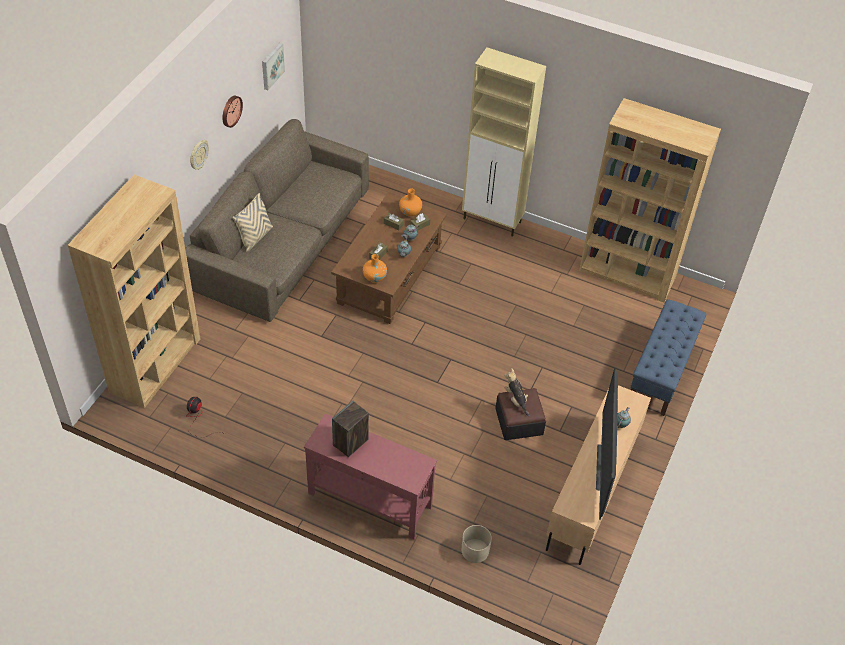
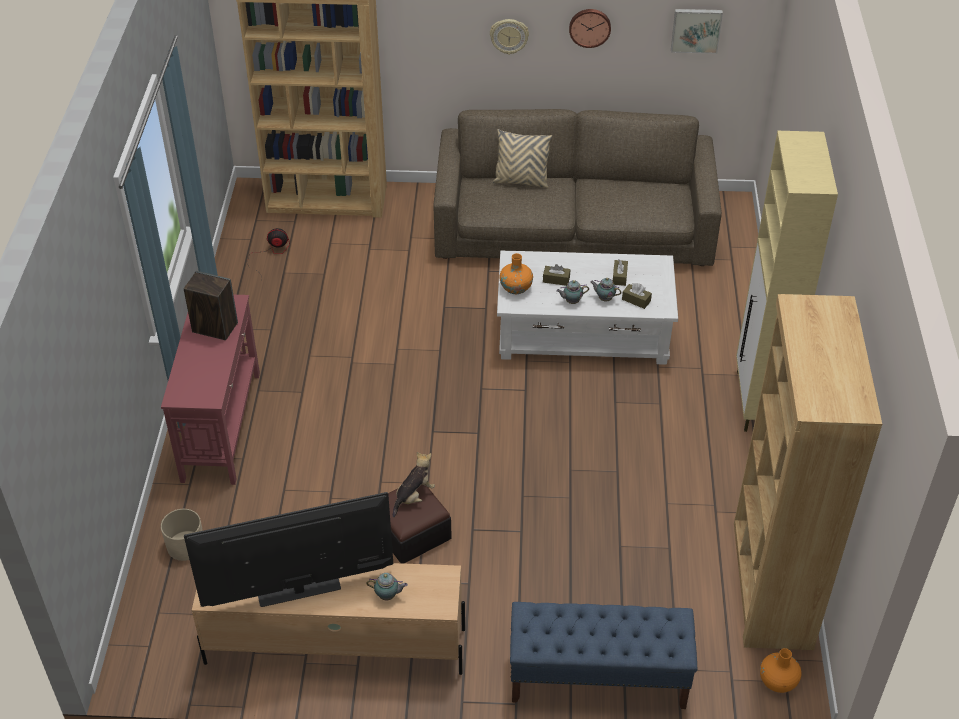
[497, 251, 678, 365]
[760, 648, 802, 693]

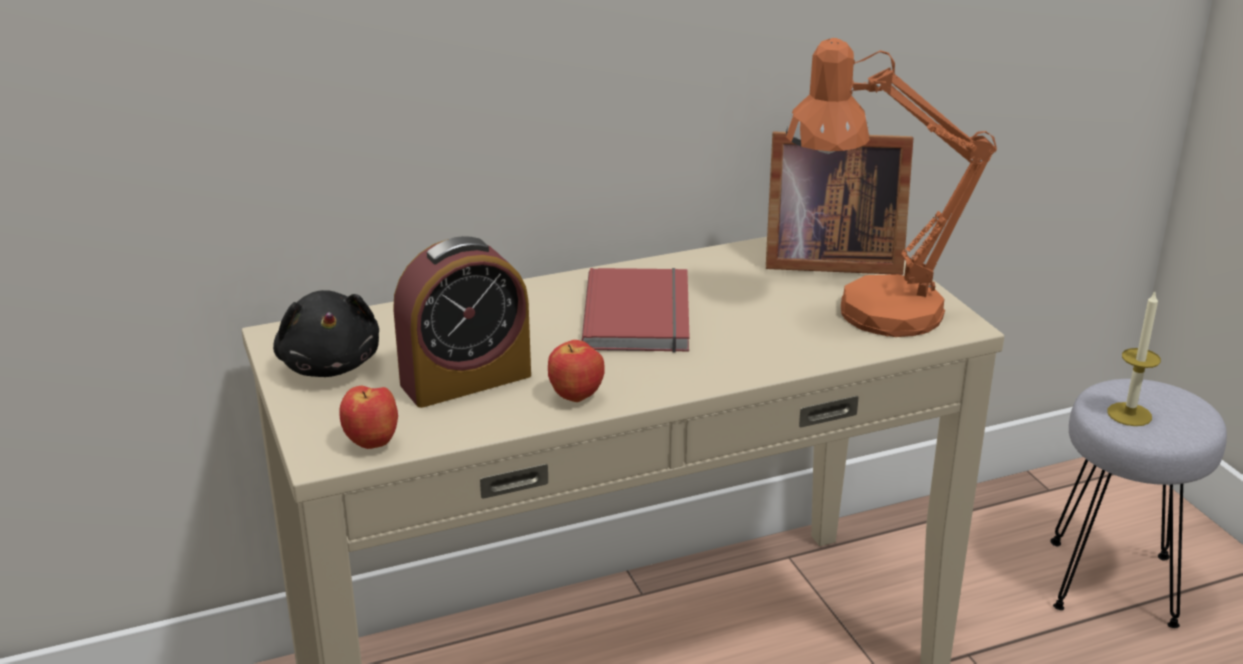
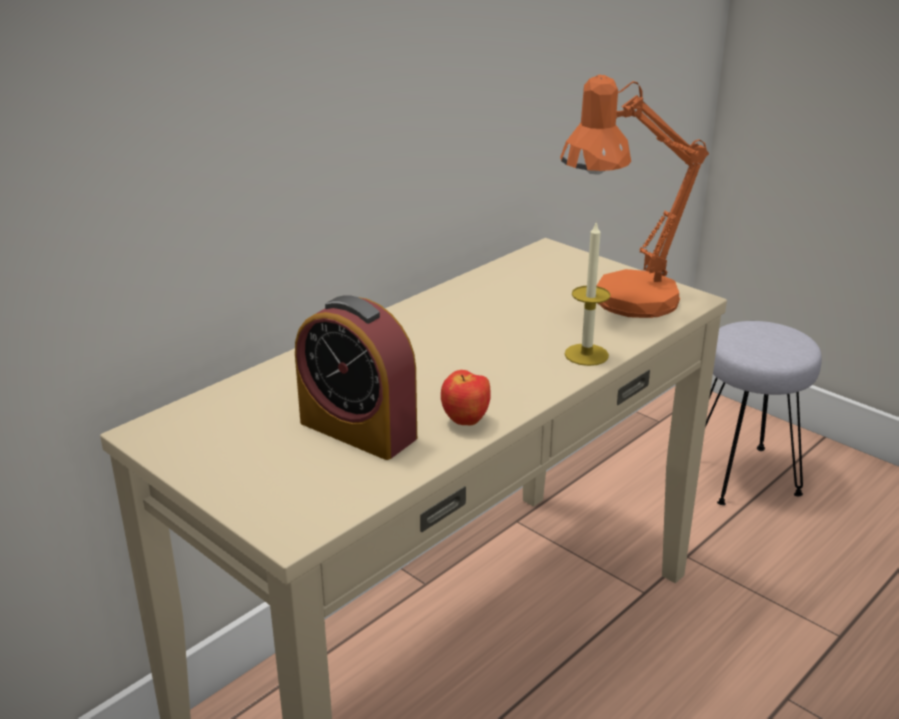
[273, 290, 379, 377] (first image)
[339, 386, 398, 449] (first image)
[295, 295, 417, 460]
[582, 268, 690, 352] (first image)
[766, 131, 913, 275] (first image)
[564, 221, 610, 366]

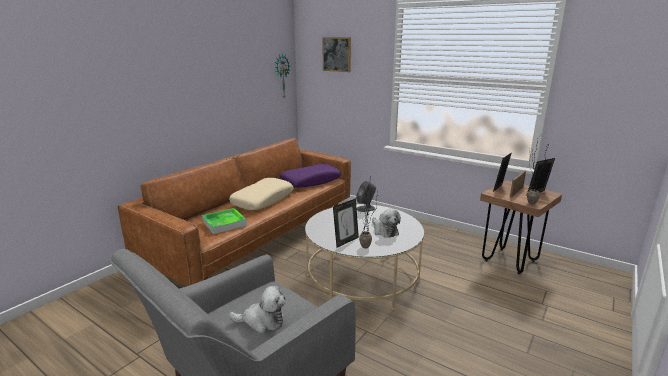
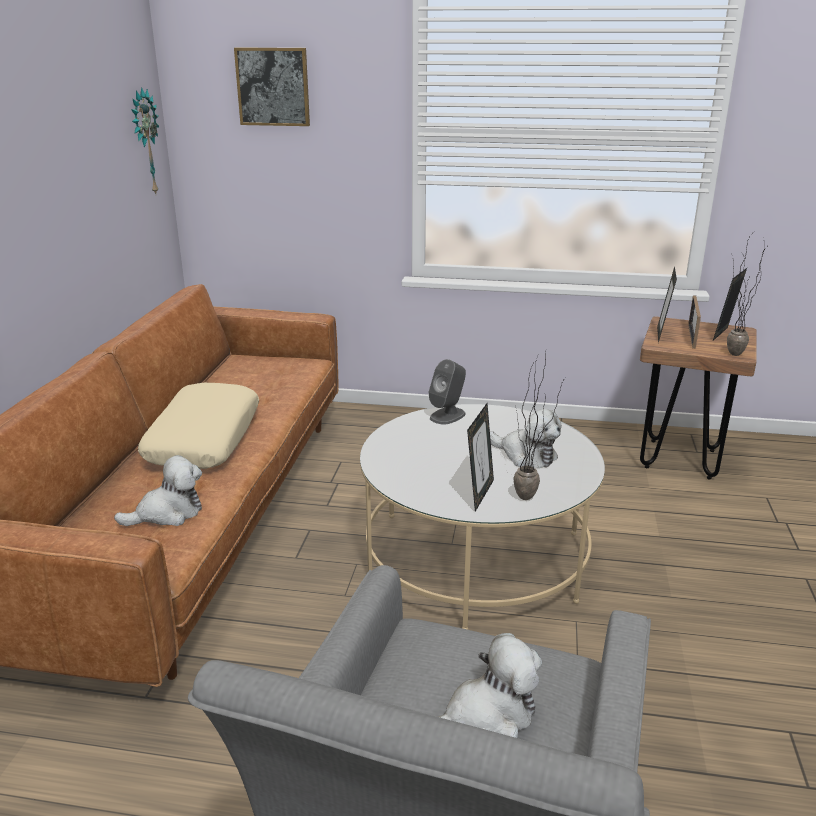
[114, 455, 202, 526]
[280, 163, 341, 188] (first image)

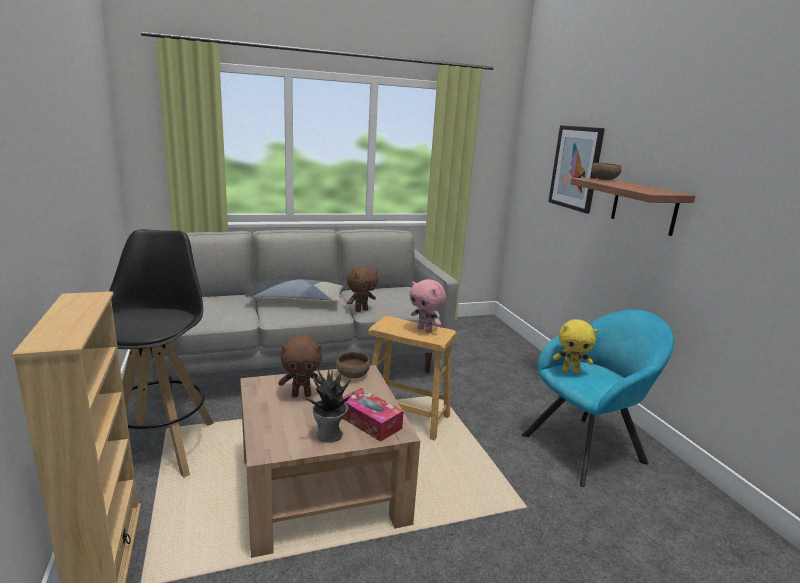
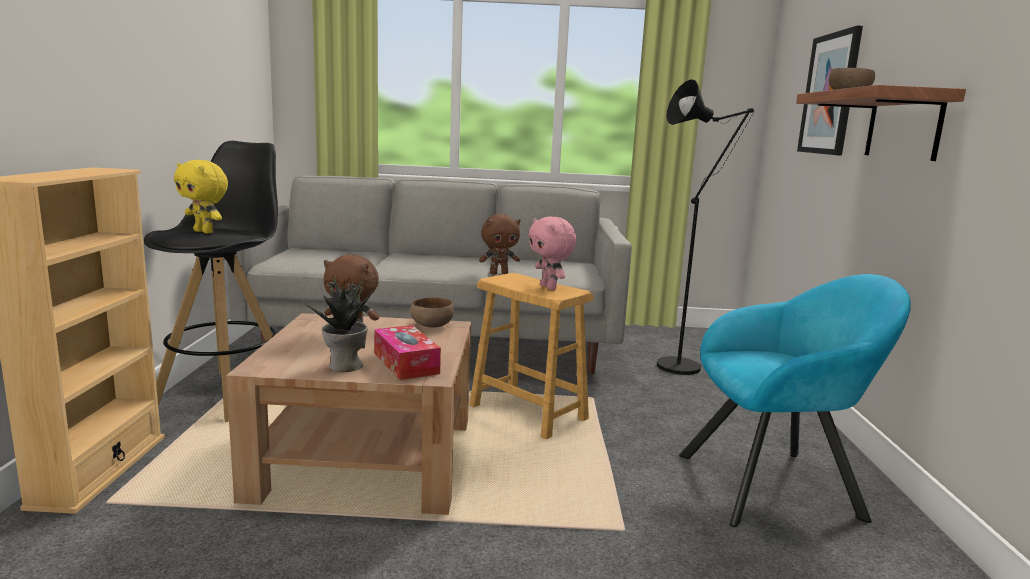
[245, 279, 343, 304] (first image)
[174, 160, 228, 233]
[657, 79, 754, 375]

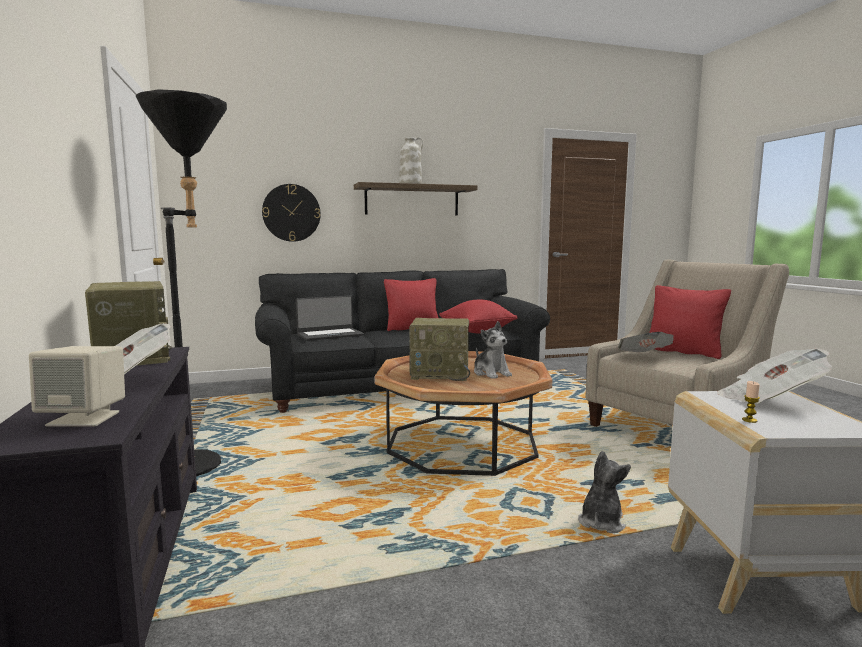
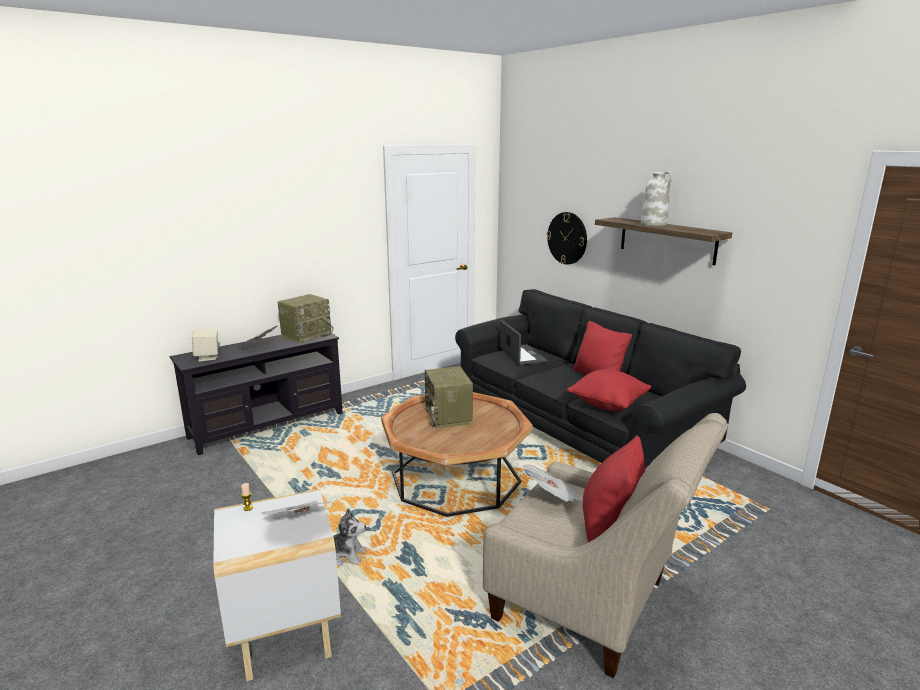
[136, 89, 227, 476] (first image)
[499, 320, 548, 365]
[474, 321, 512, 379] (first image)

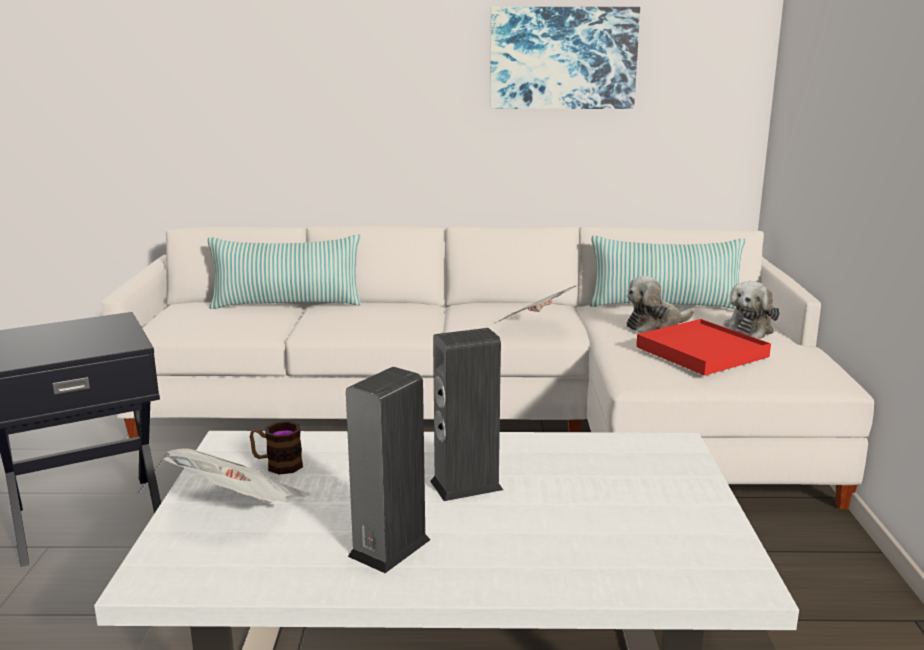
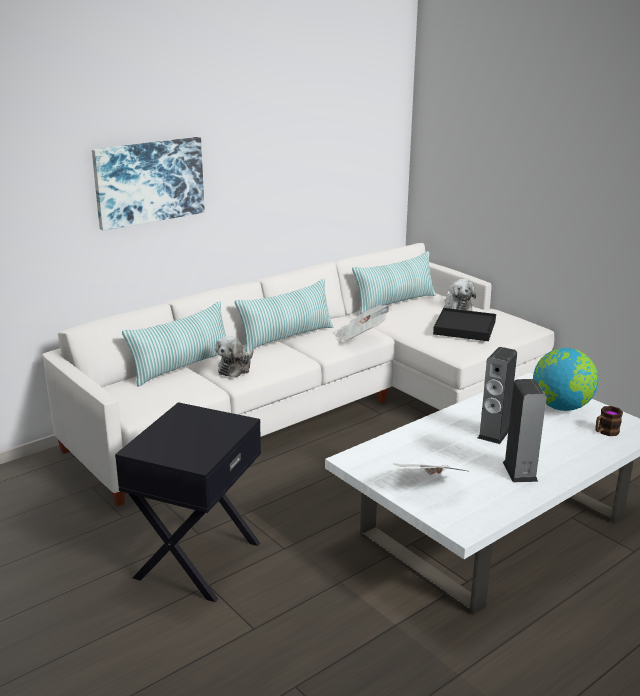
[595, 406, 623, 436]
[92, 137, 205, 231]
[215, 336, 254, 378]
[433, 308, 496, 341]
[235, 279, 333, 352]
[533, 348, 598, 411]

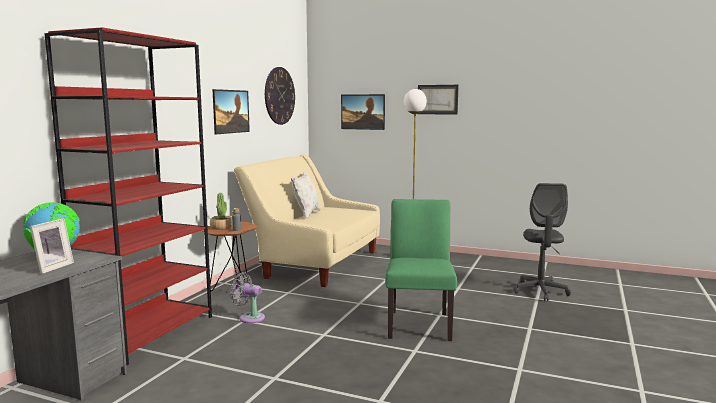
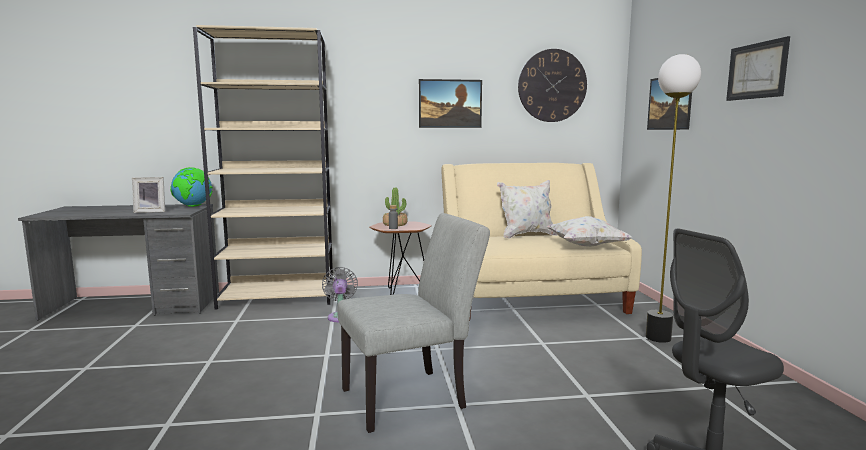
[193, 25, 333, 310]
[338, 213, 490, 433]
[547, 216, 632, 247]

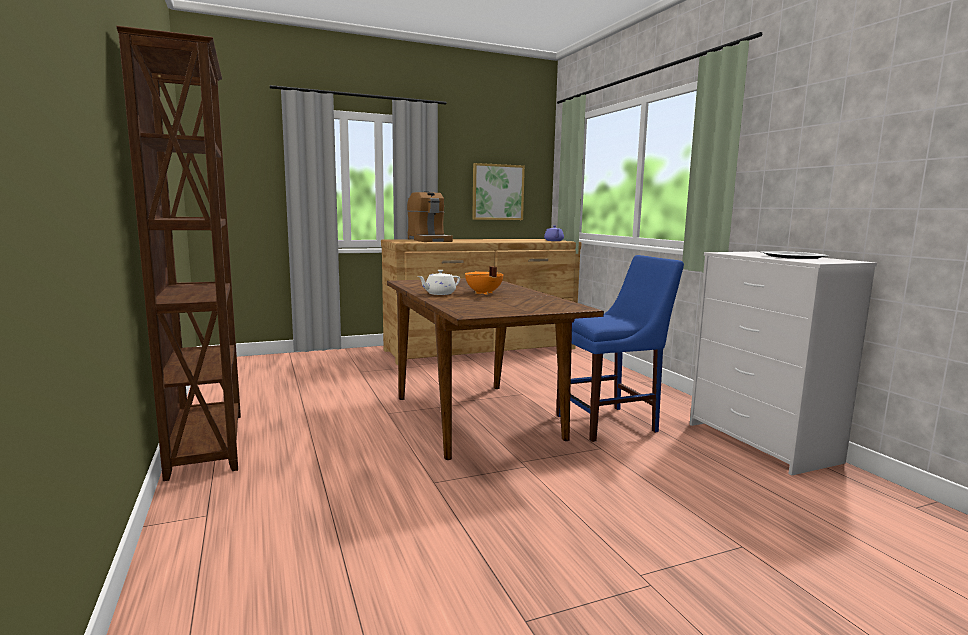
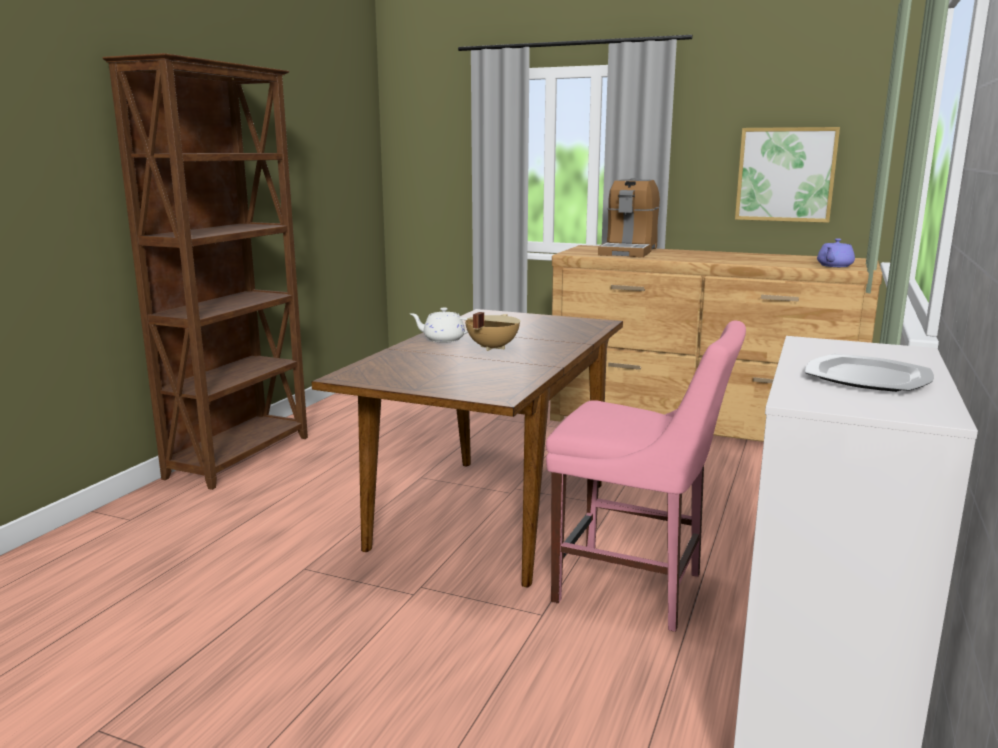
[465, 312, 520, 351]
[546, 321, 746, 632]

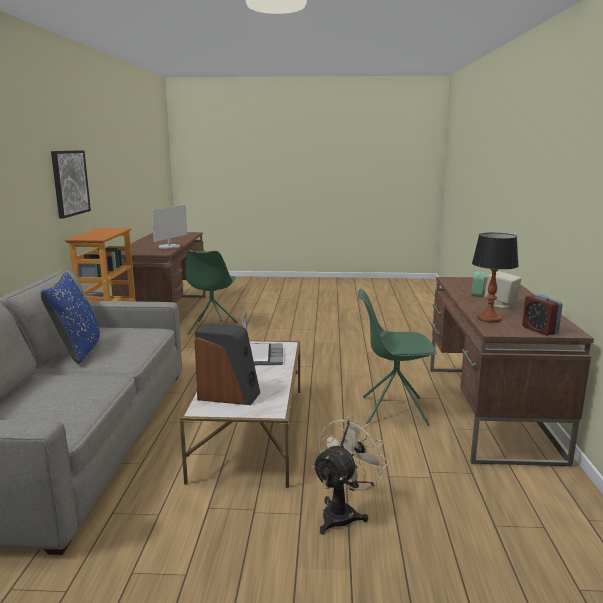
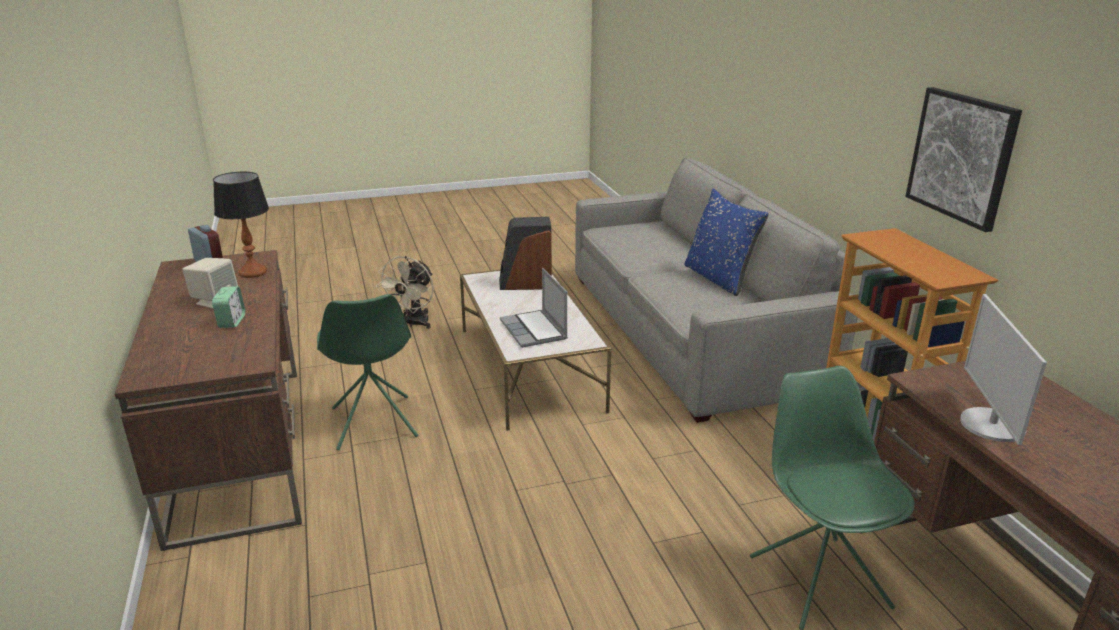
[317, 294, 418, 450]

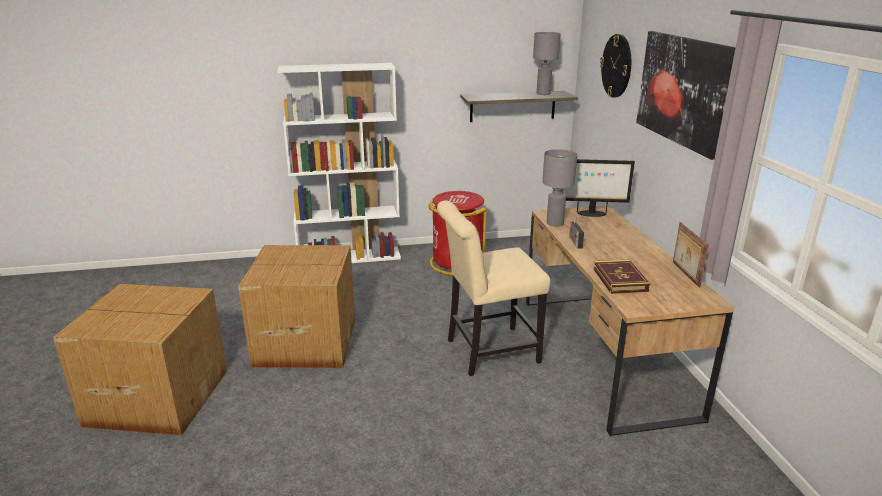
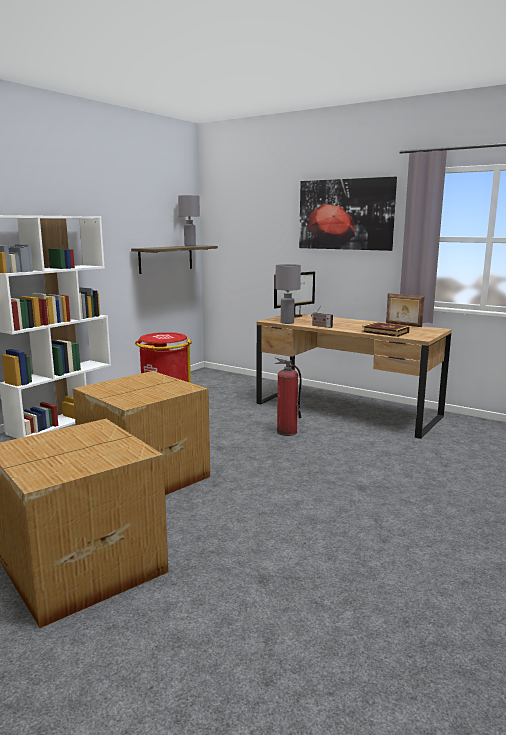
[274, 356, 302, 436]
[600, 34, 631, 98] (first image)

